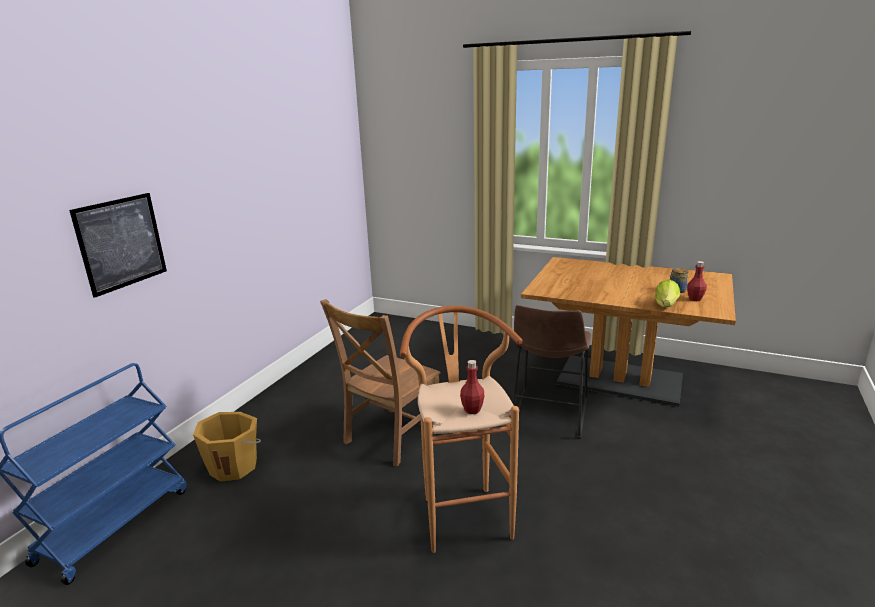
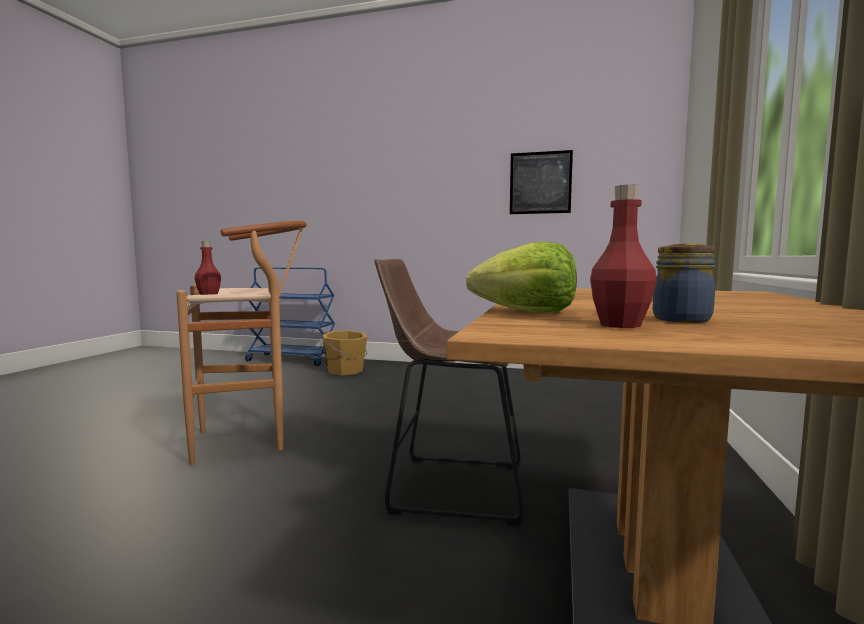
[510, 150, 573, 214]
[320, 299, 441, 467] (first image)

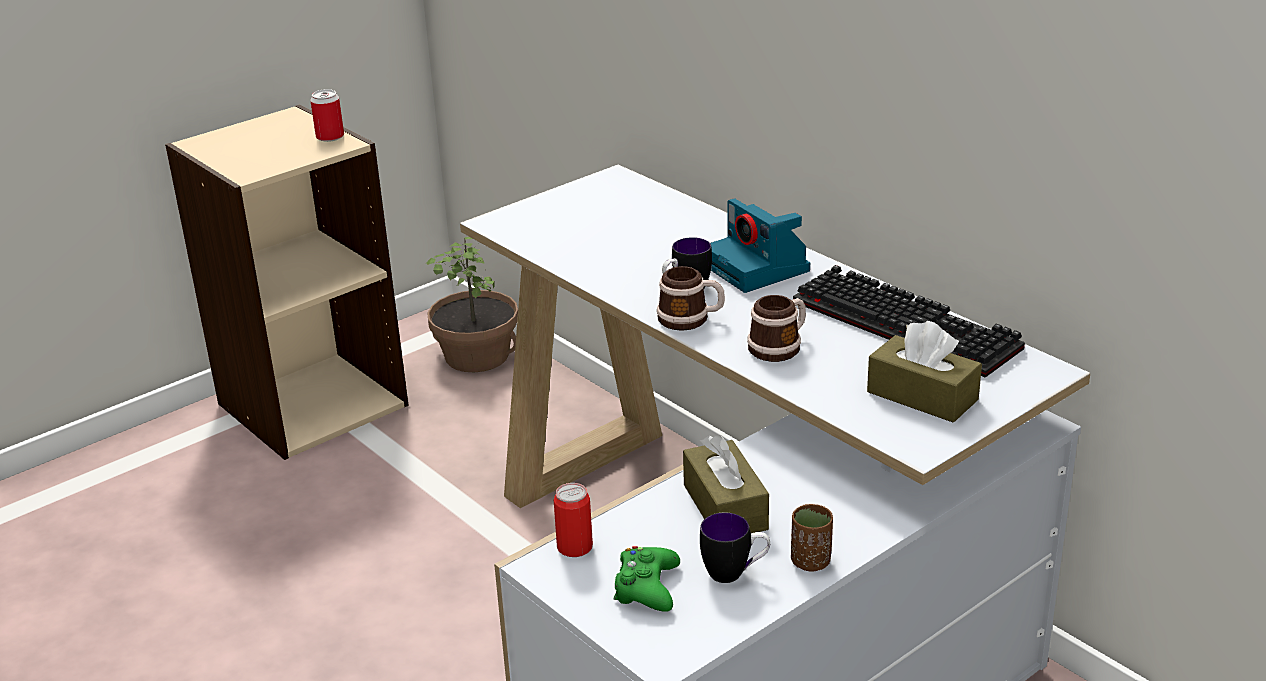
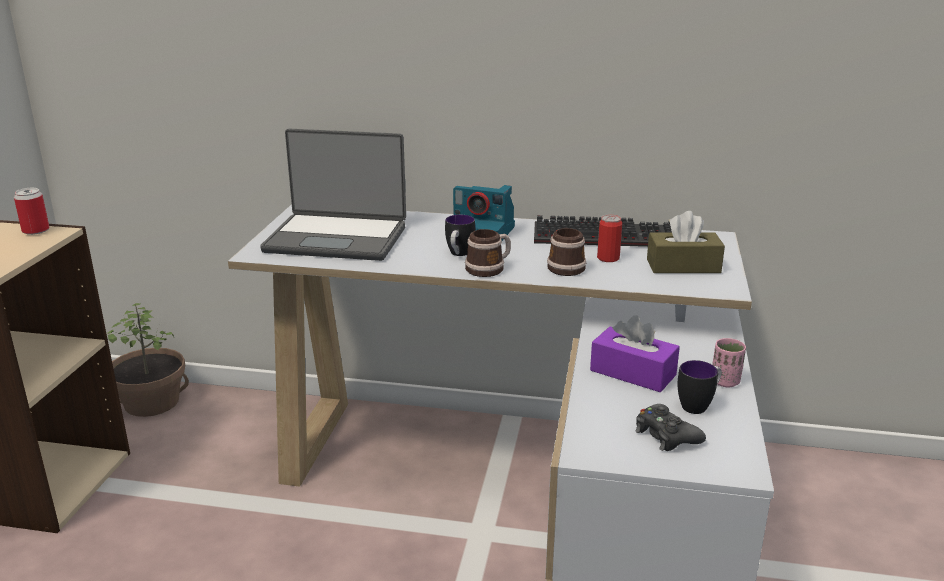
[597, 215, 622, 262]
[635, 404, 706, 451]
[590, 315, 680, 392]
[712, 338, 746, 387]
[260, 129, 406, 261]

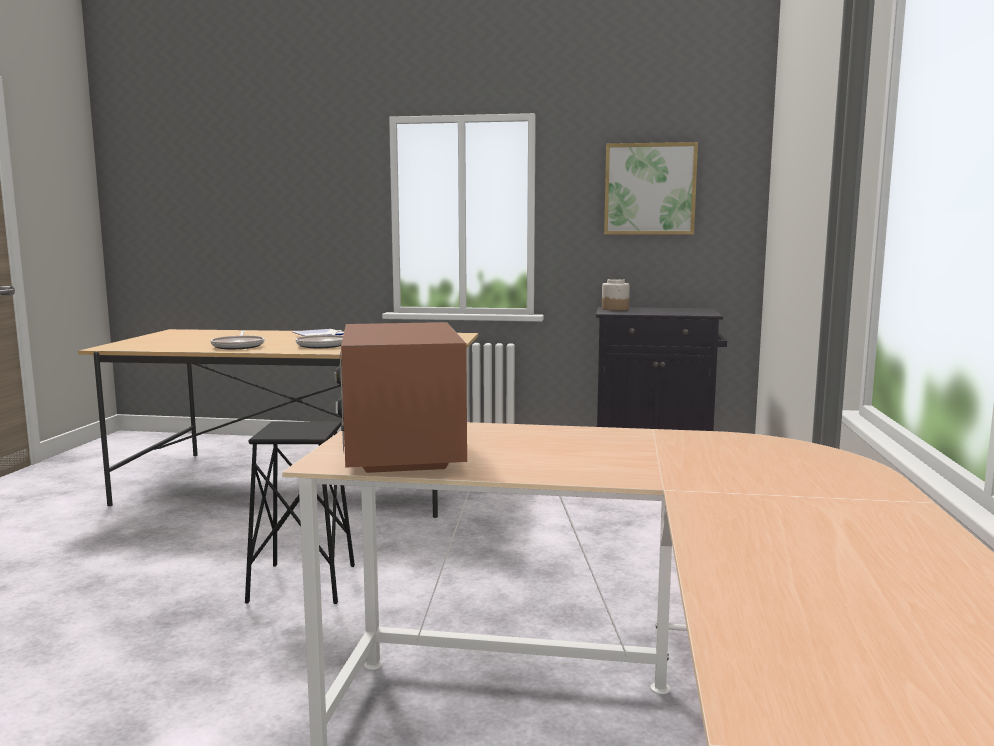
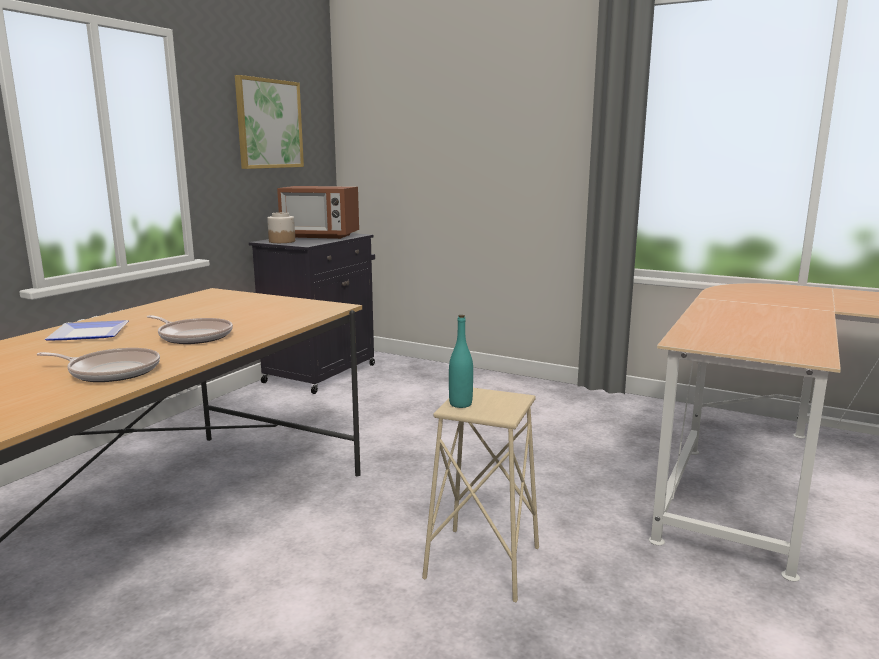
[422, 388, 539, 602]
[277, 186, 359, 239]
[449, 315, 473, 408]

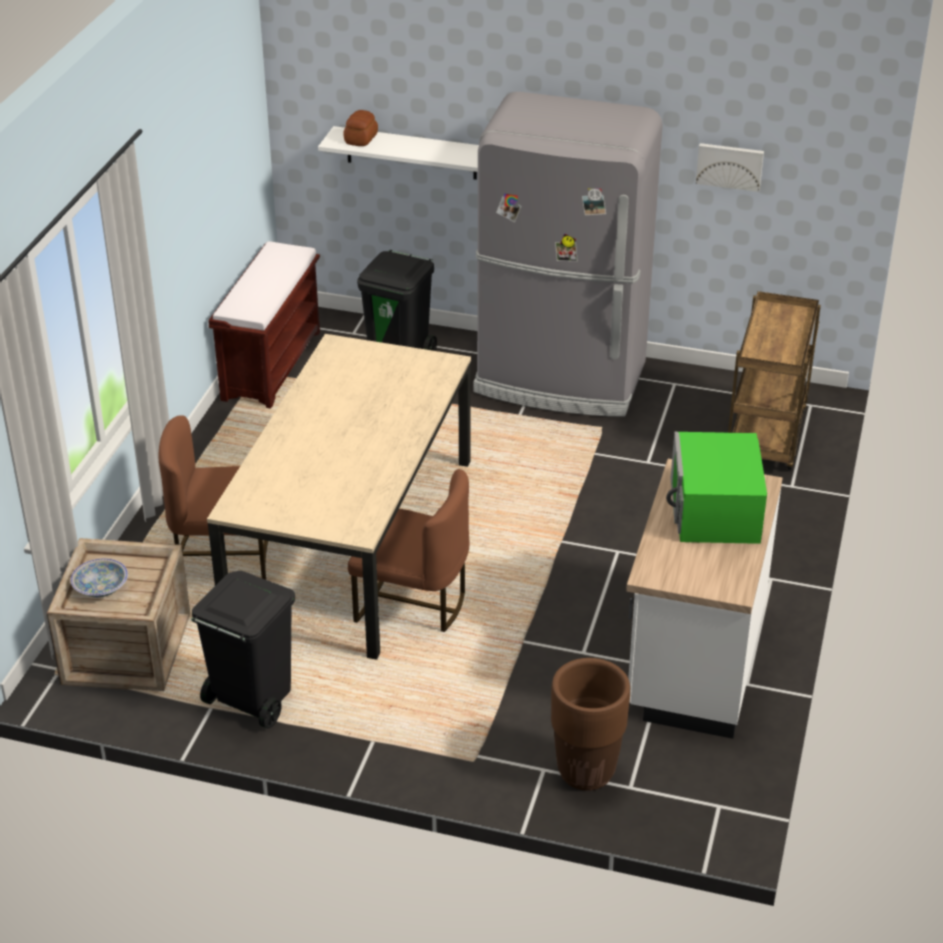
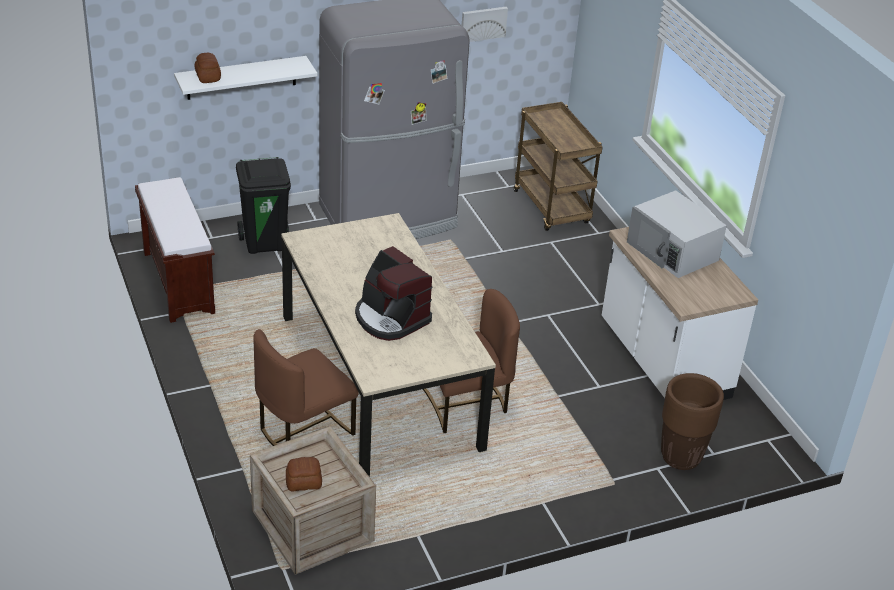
[286, 457, 322, 492]
[191, 571, 295, 729] (first image)
[627, 190, 727, 278]
[355, 246, 433, 341]

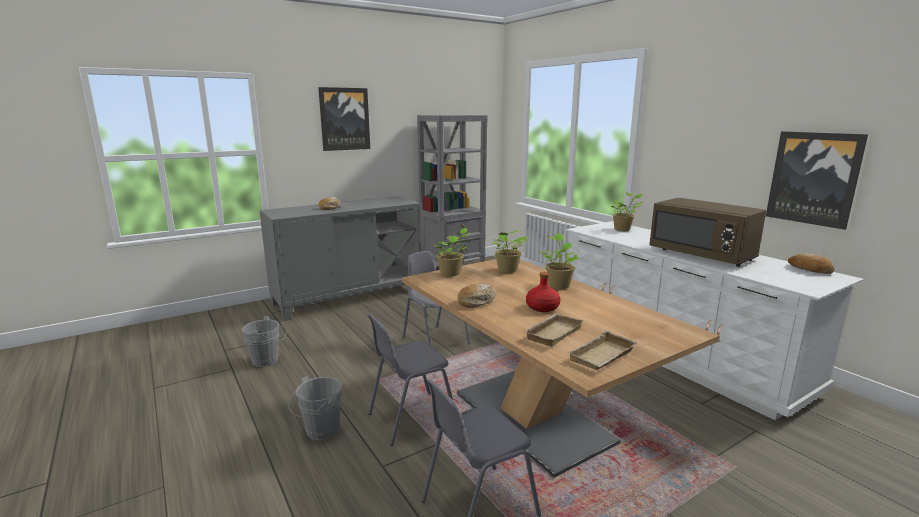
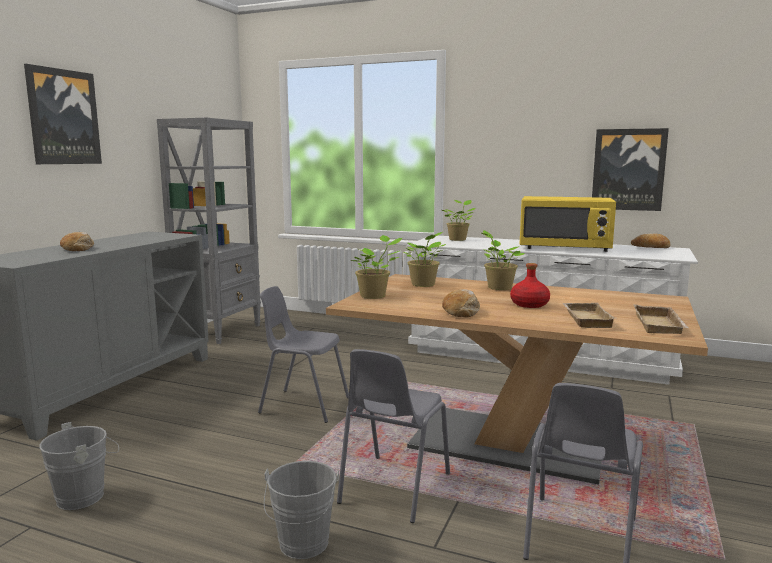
[520, 196, 616, 252]

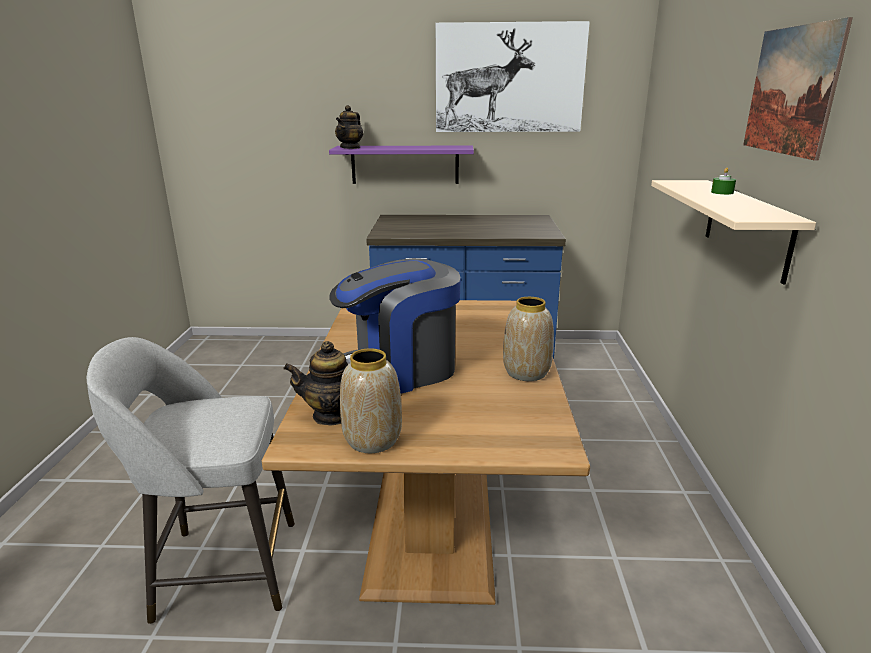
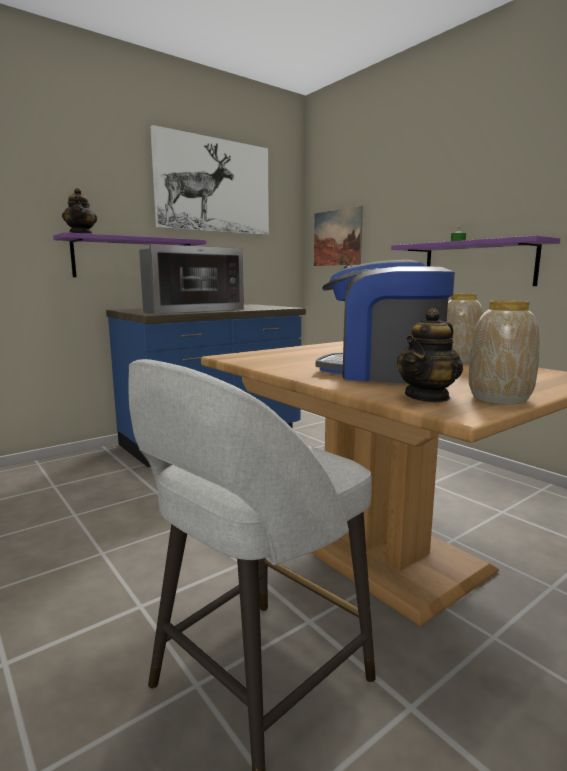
[316, 260, 455, 384]
[391, 235, 560, 286]
[314, 206, 363, 266]
[139, 244, 244, 314]

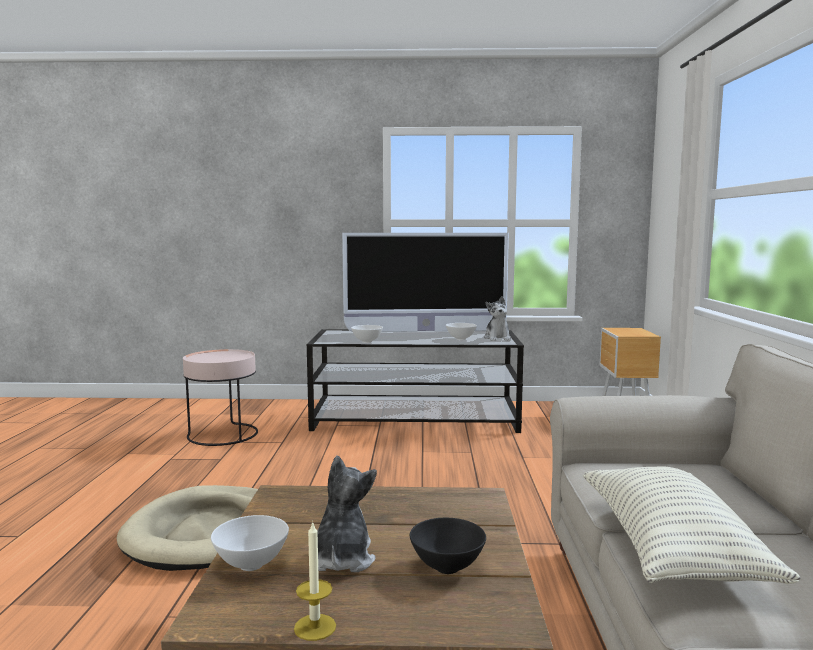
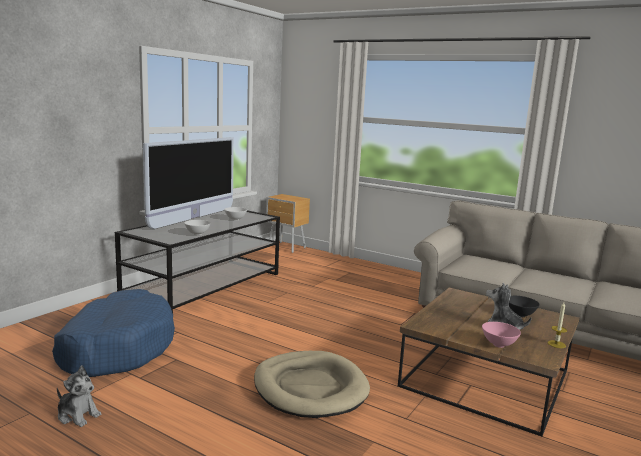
[52, 289, 175, 377]
[482, 322, 521, 348]
[57, 365, 101, 427]
[583, 466, 801, 584] (first image)

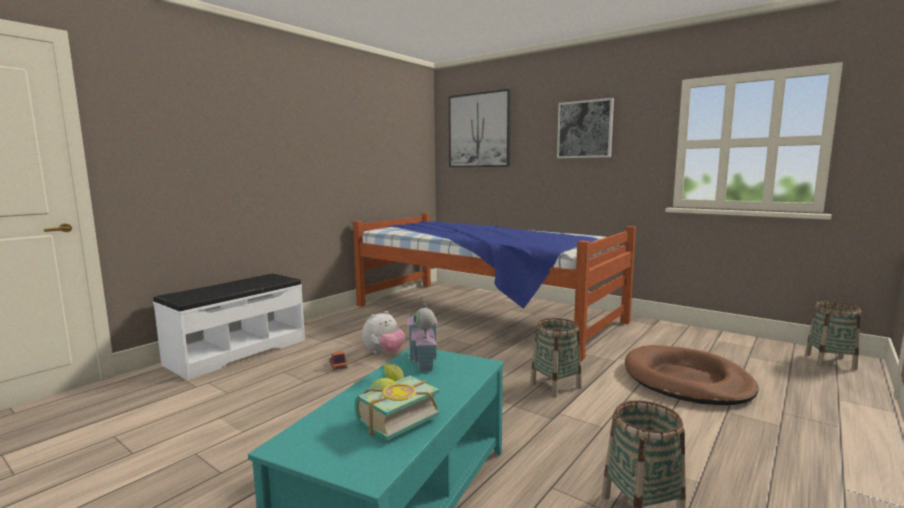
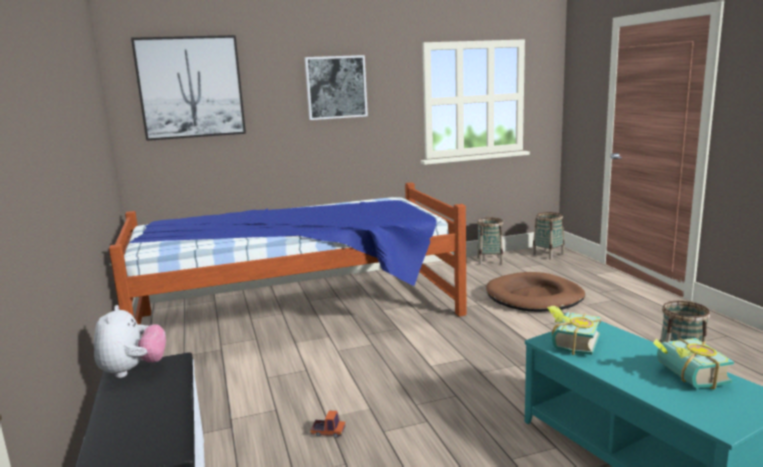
[94, 305, 166, 378]
[547, 306, 601, 355]
[477, 217, 503, 265]

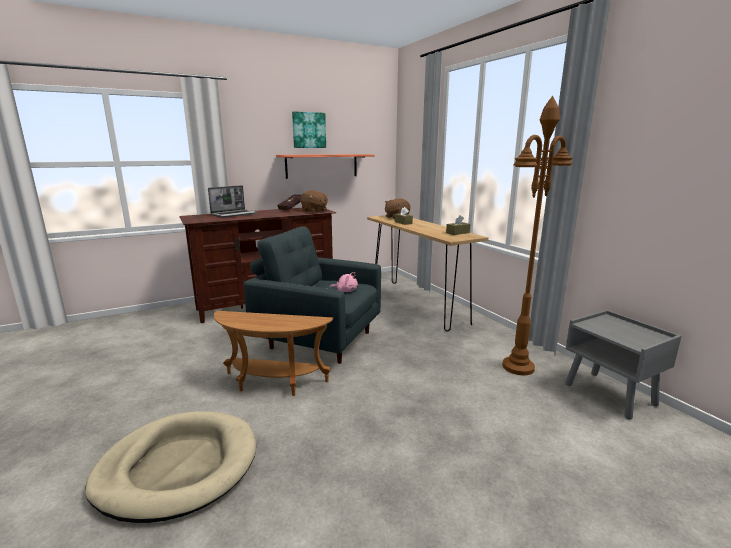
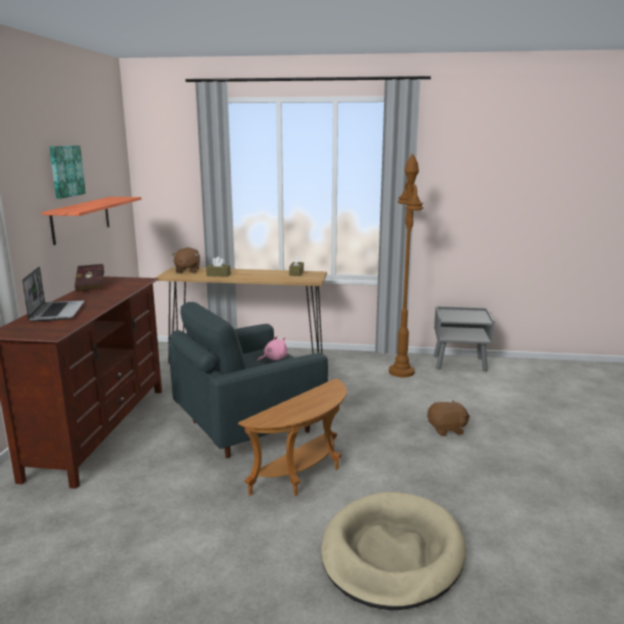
[427, 400, 470, 436]

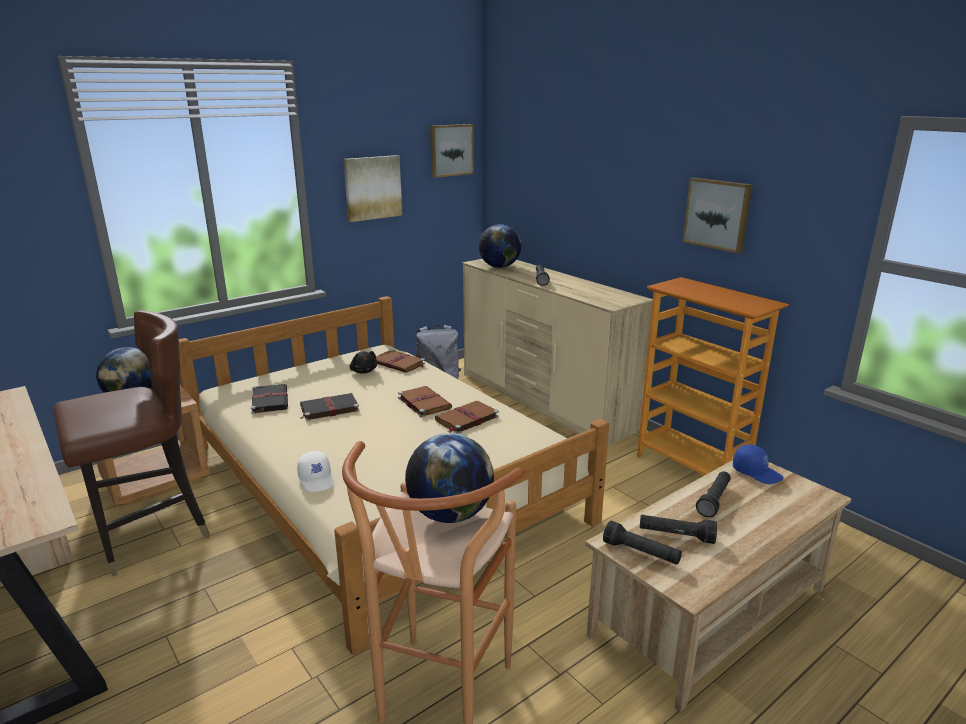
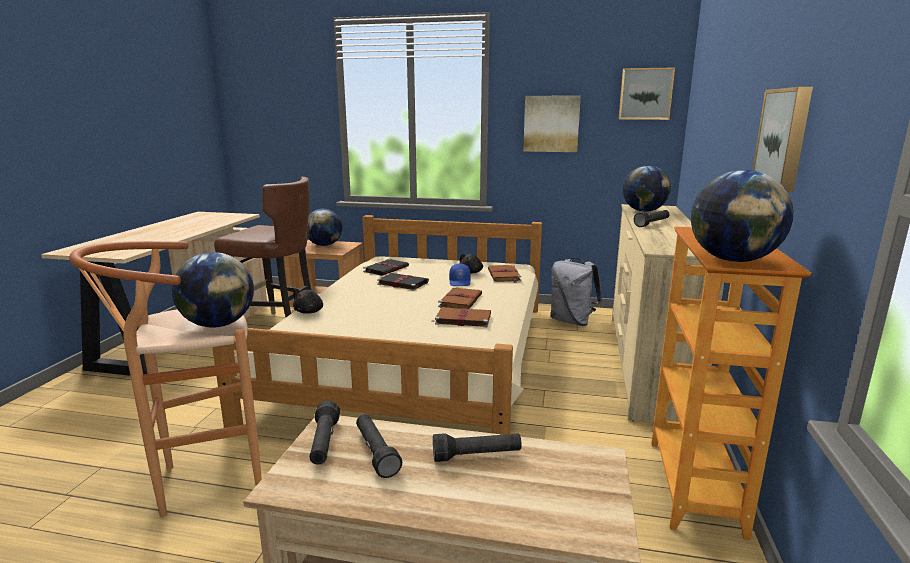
[293, 289, 323, 314]
[449, 263, 471, 286]
[691, 170, 794, 262]

